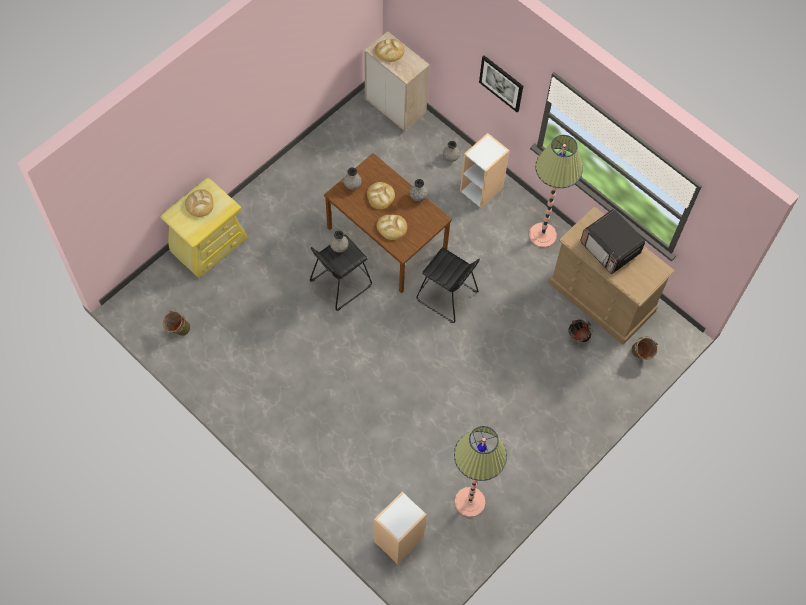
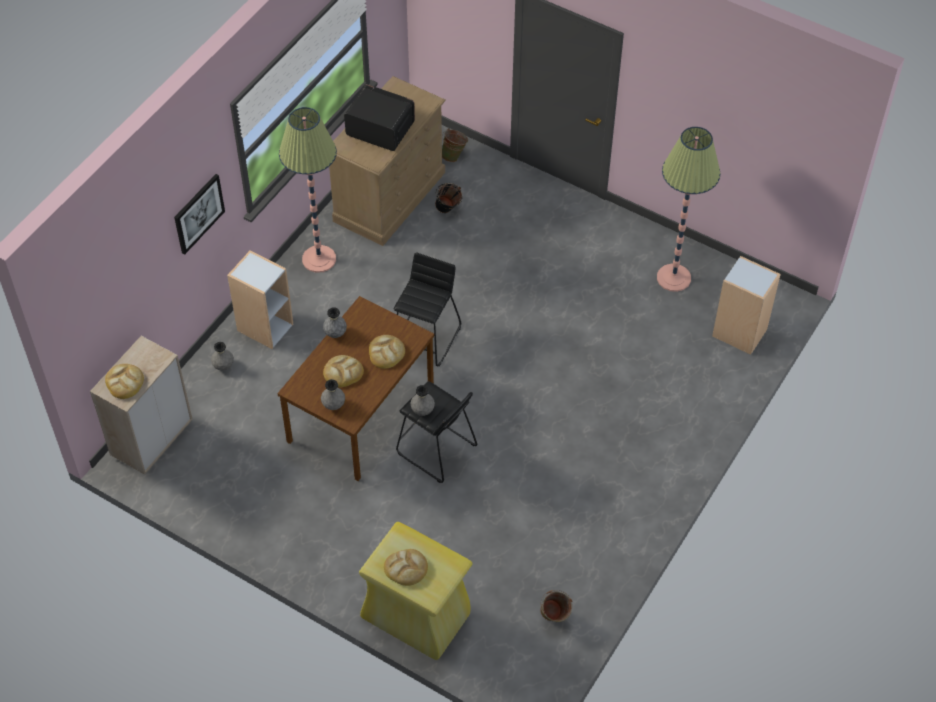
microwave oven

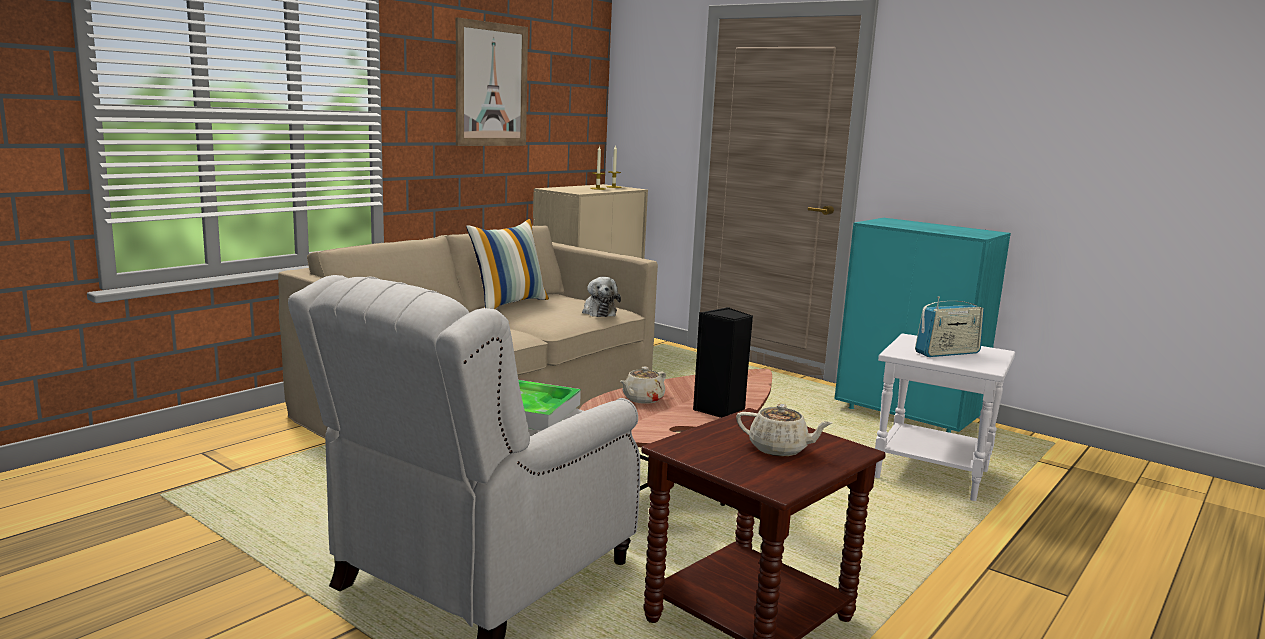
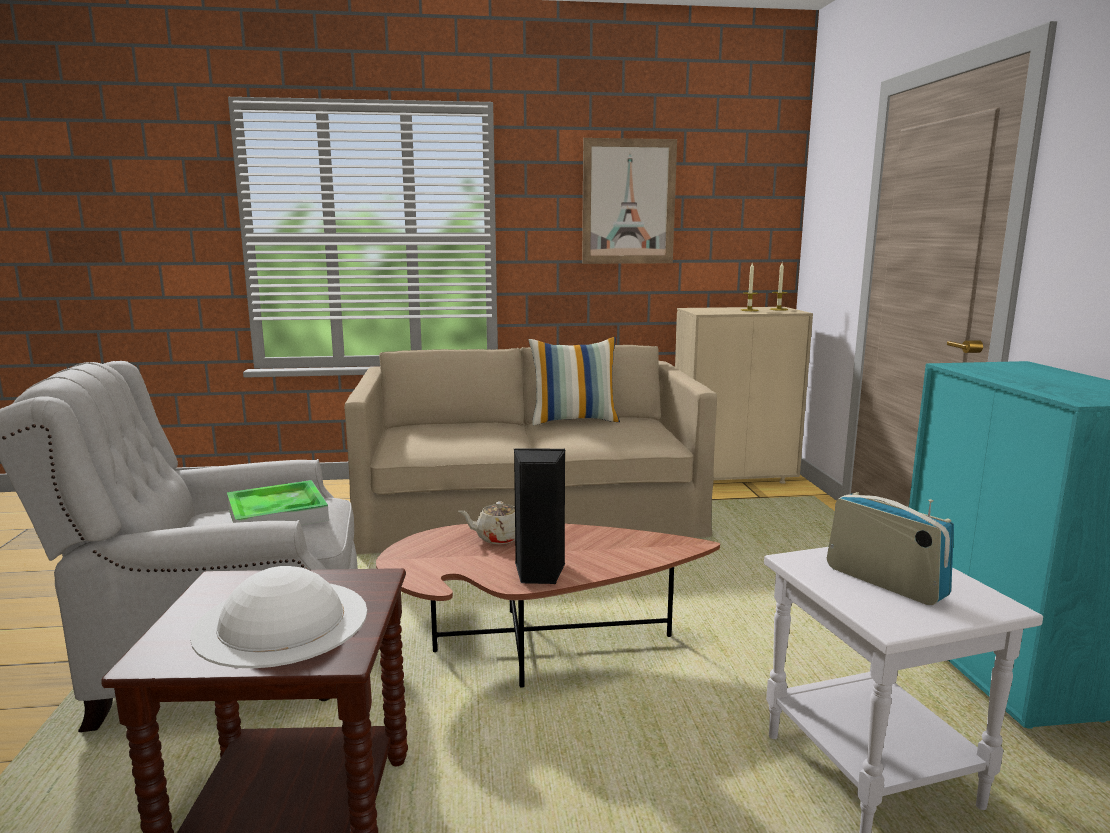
cuddly toy
radio
white hat

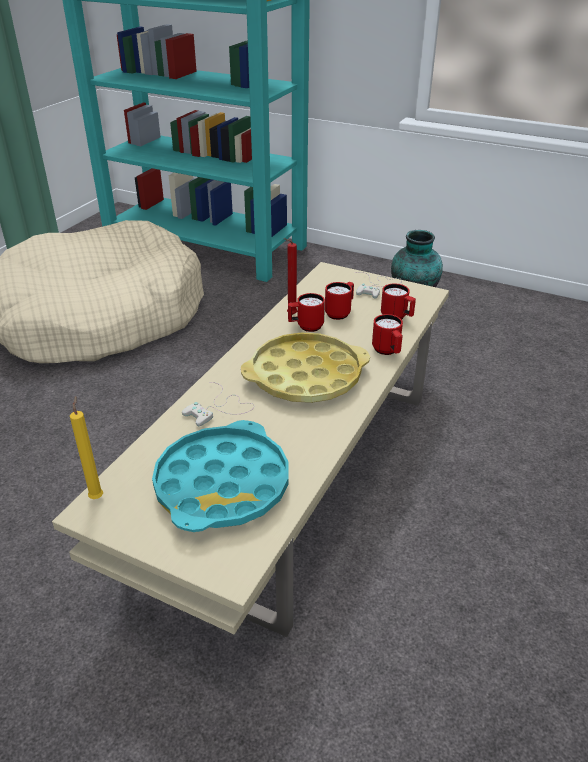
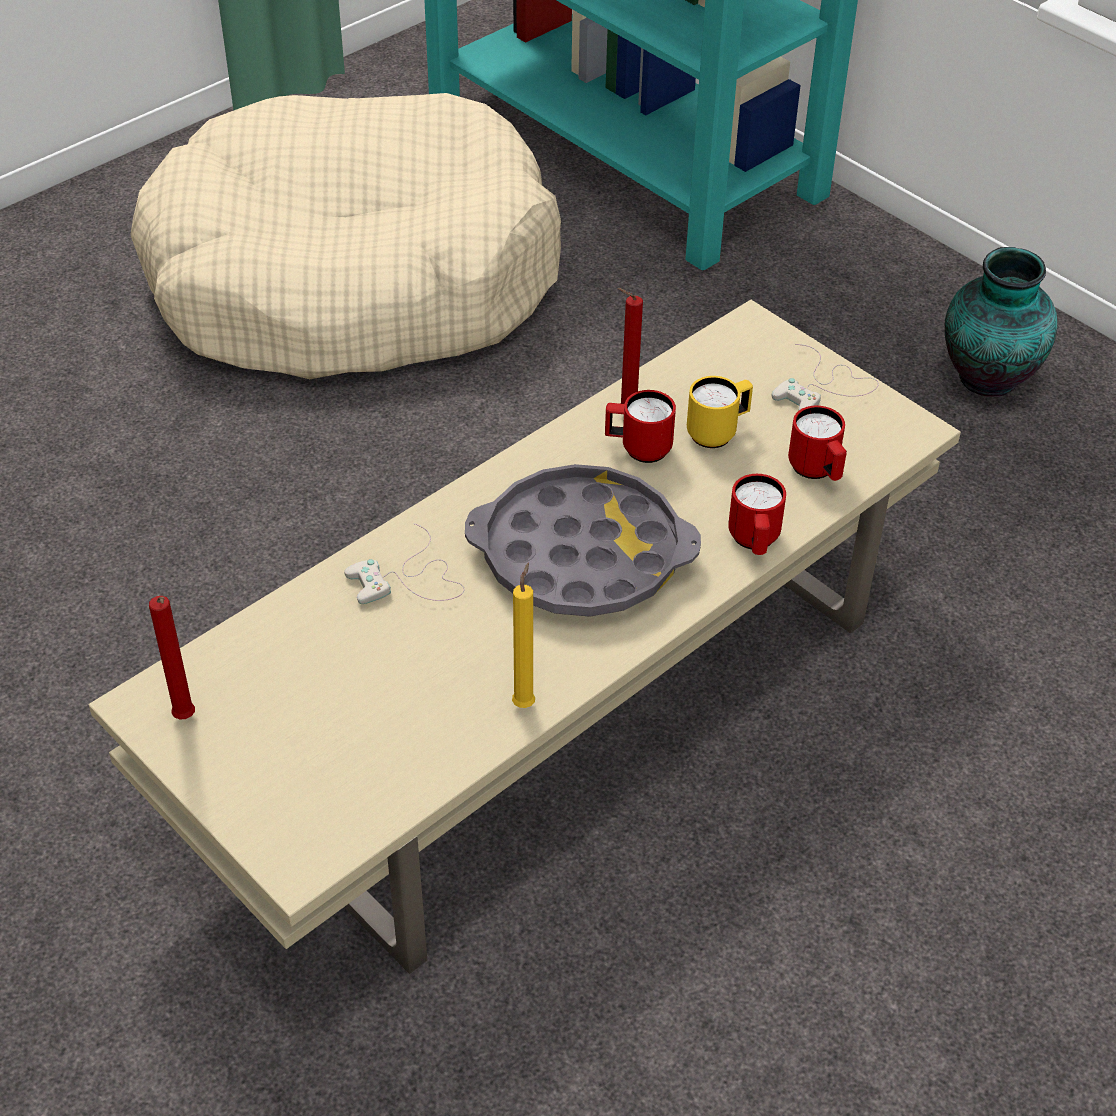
yellow coffee mug
grey serving tray
yellow wax light
blue-green serving tray
red wax light (1st from left)

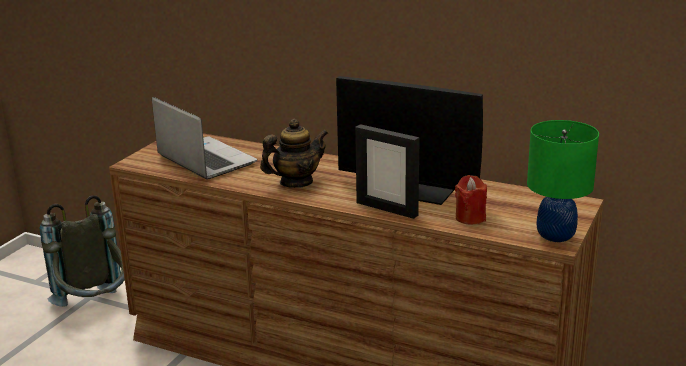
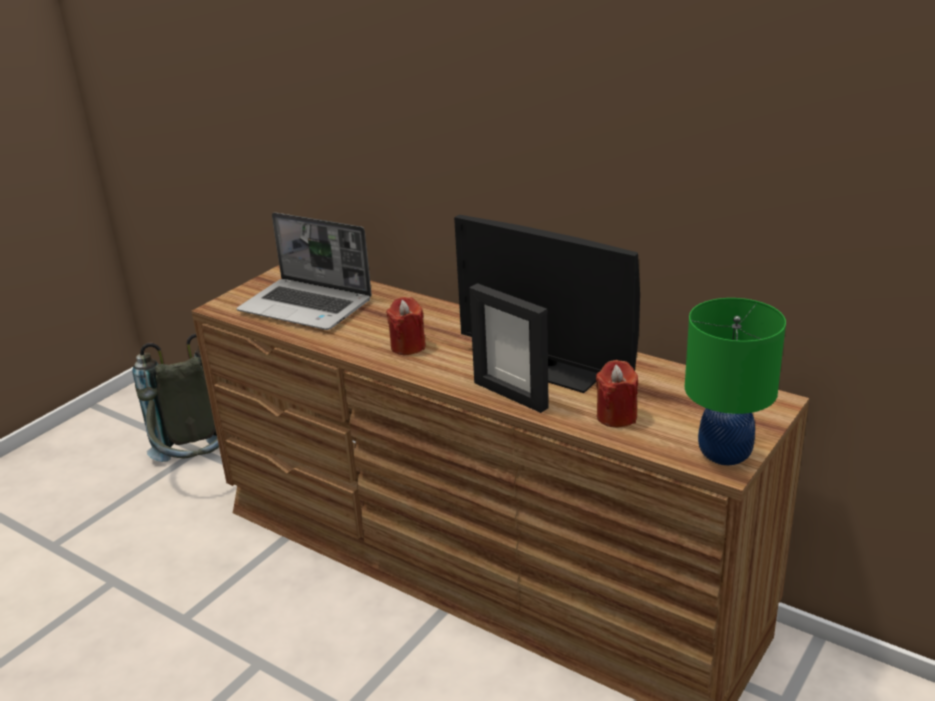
notebook computer
red wax light (1st from left)

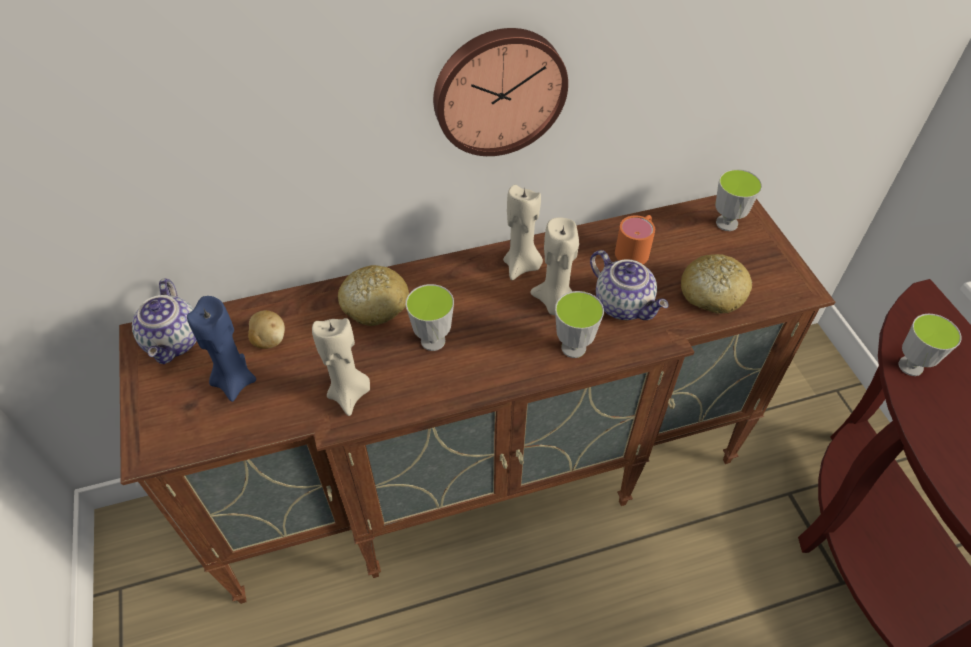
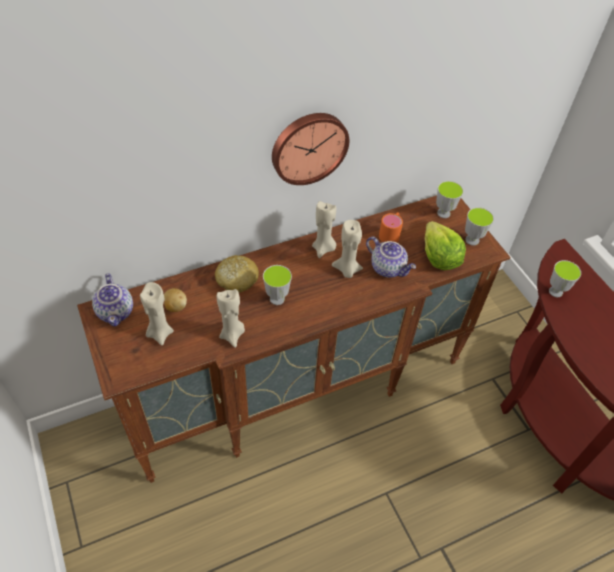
head of lettuce
drinking cup (3rd from left)
beige-coloured wax light (1st from left)

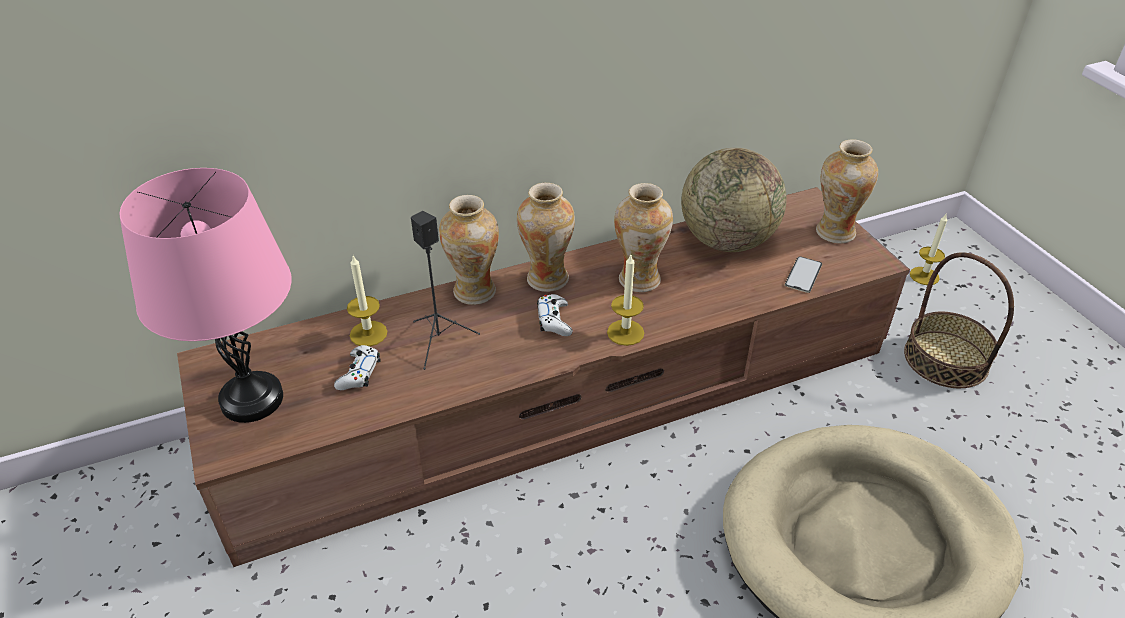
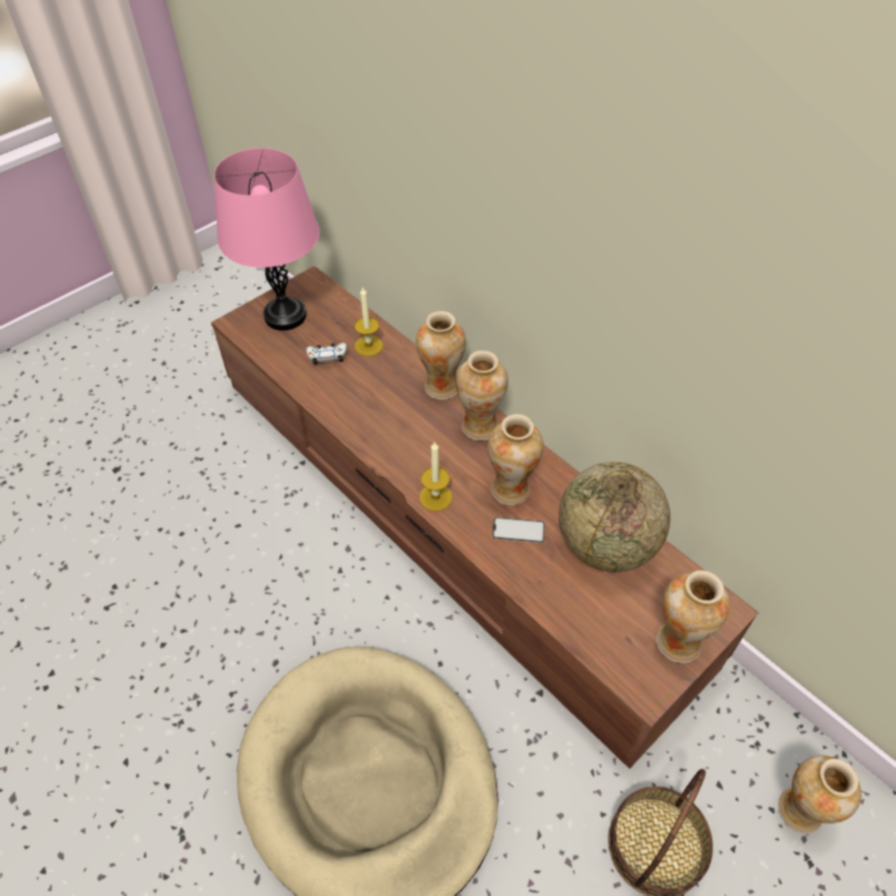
black loudspeaker
flower vase (5th from left)
phone
white gamepad (2nd from left in the first image)

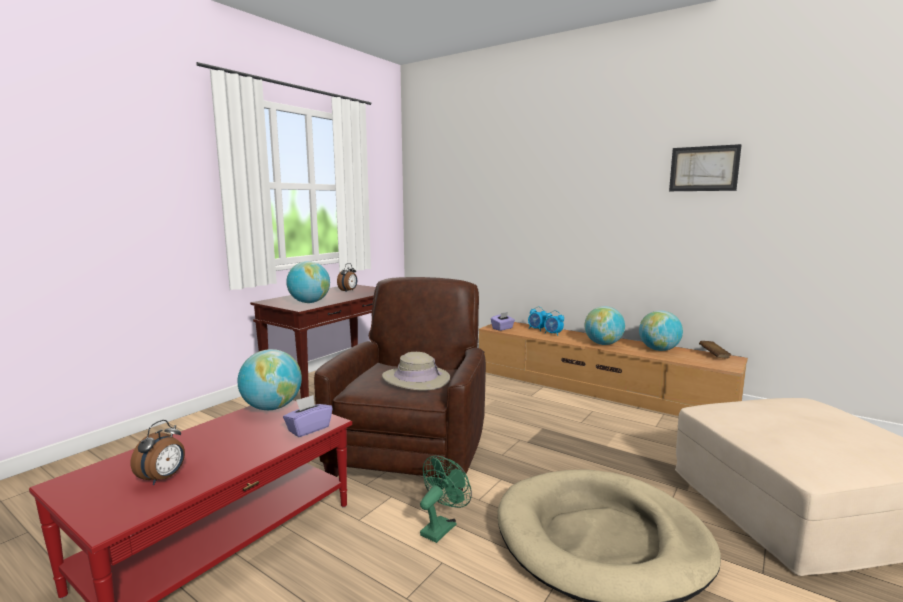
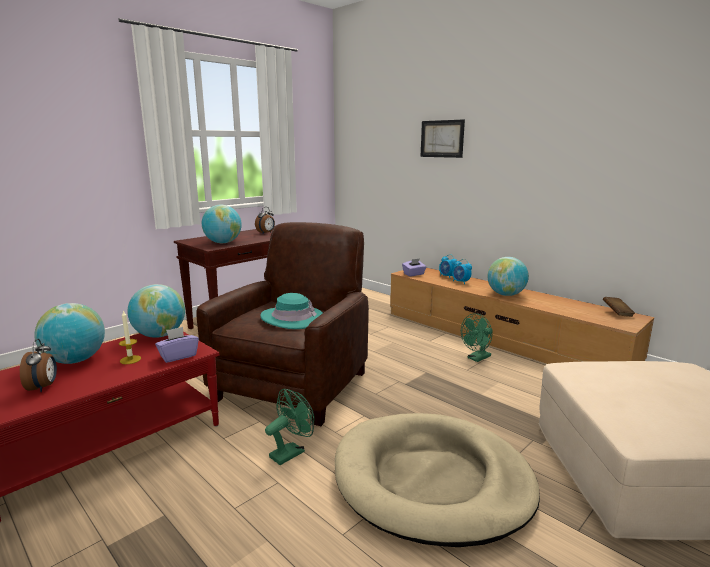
wall picture
desk globe (1st from left)
blue-green hat
alarm clock (1st from left)
wax light
green-coloured electric fan (2nd from left)

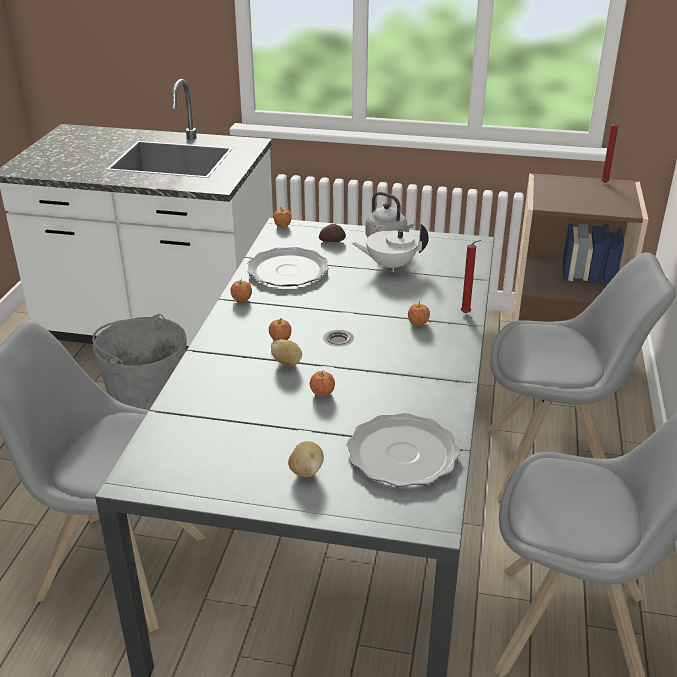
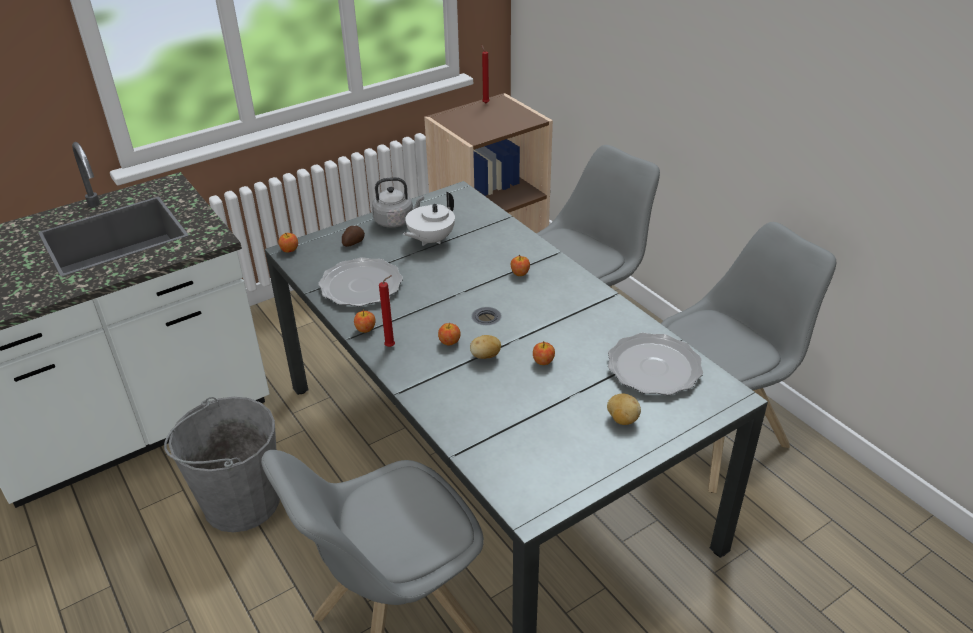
red wax light (1st from left)

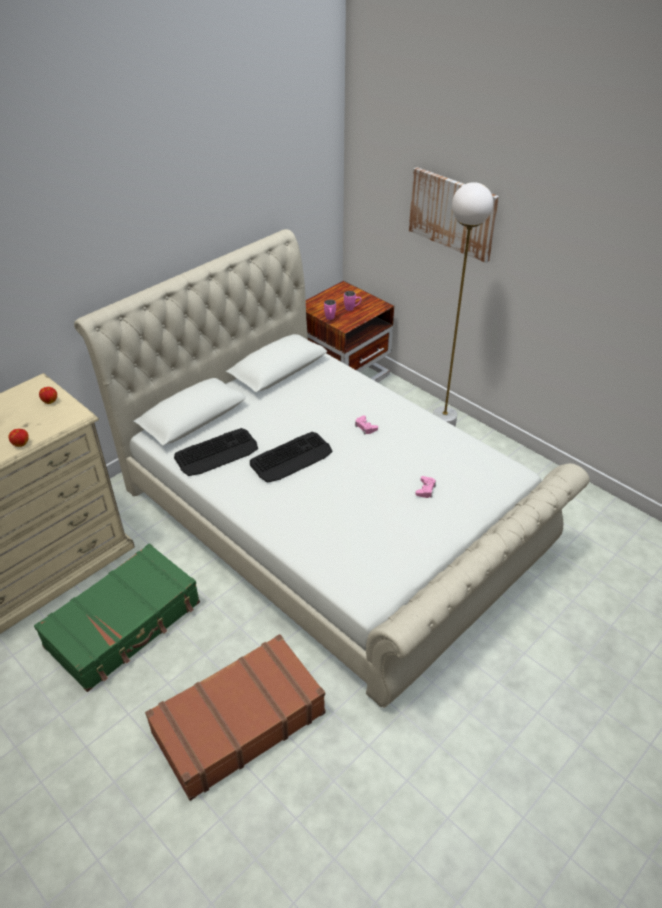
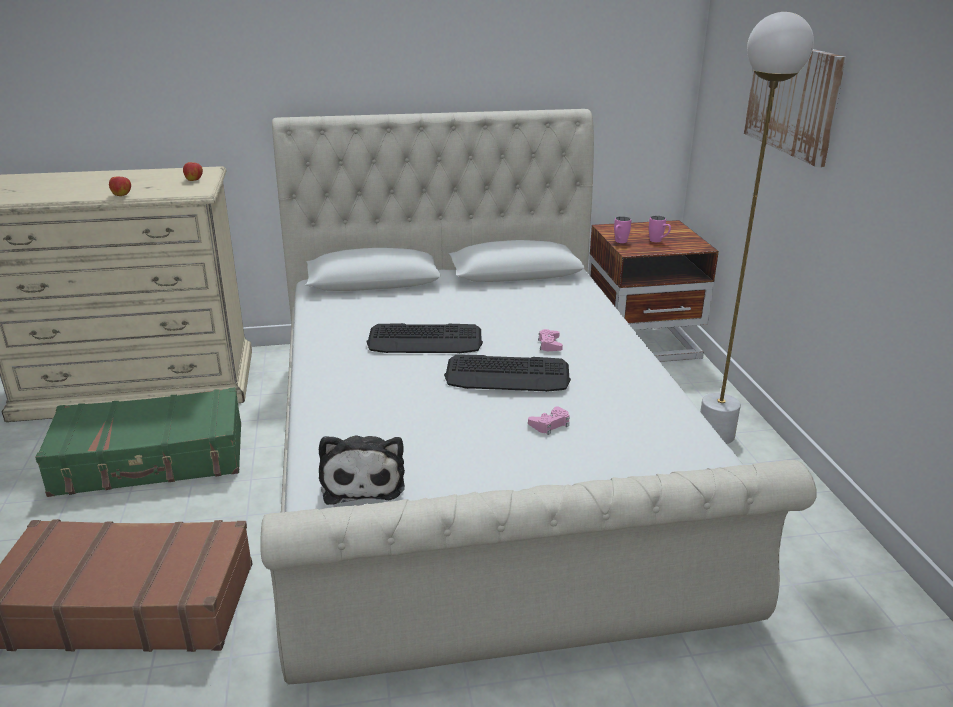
computer keyboard (2nd from left)
cuddly toy

